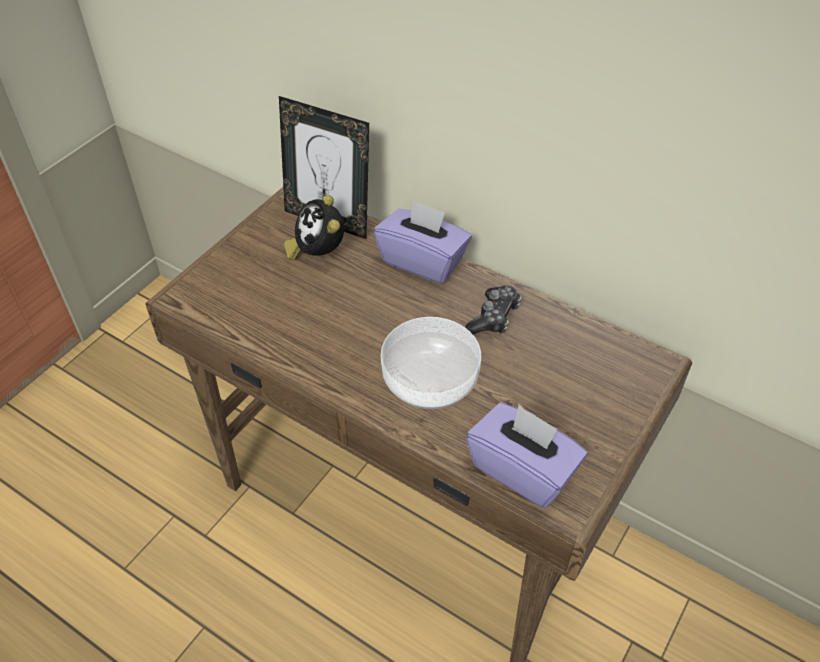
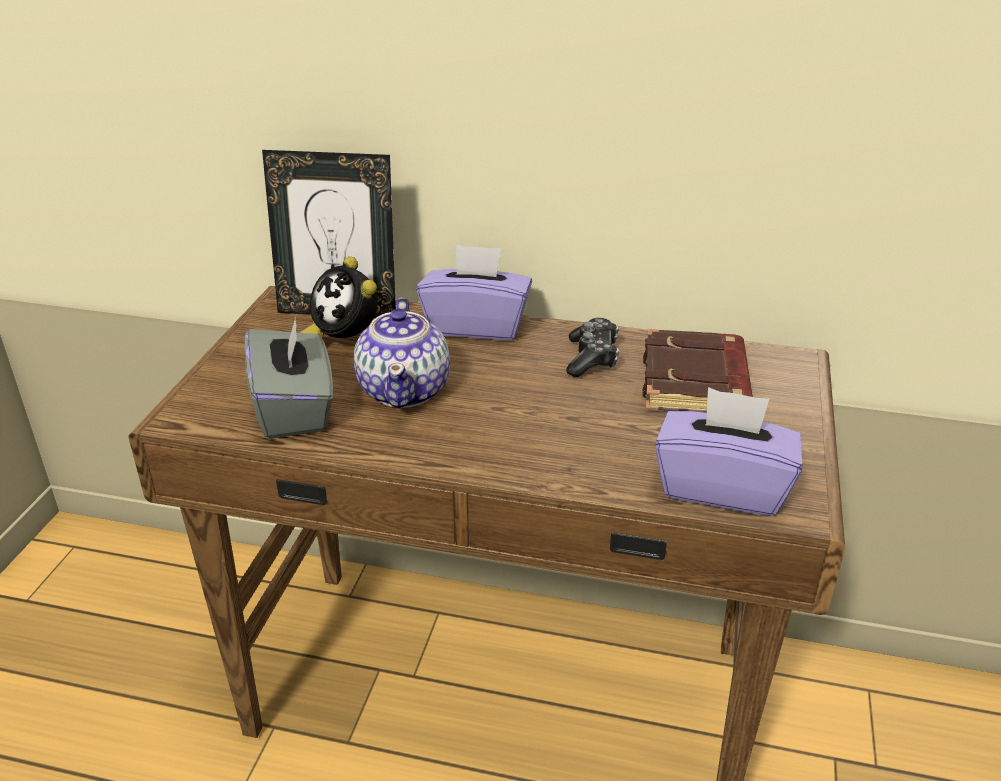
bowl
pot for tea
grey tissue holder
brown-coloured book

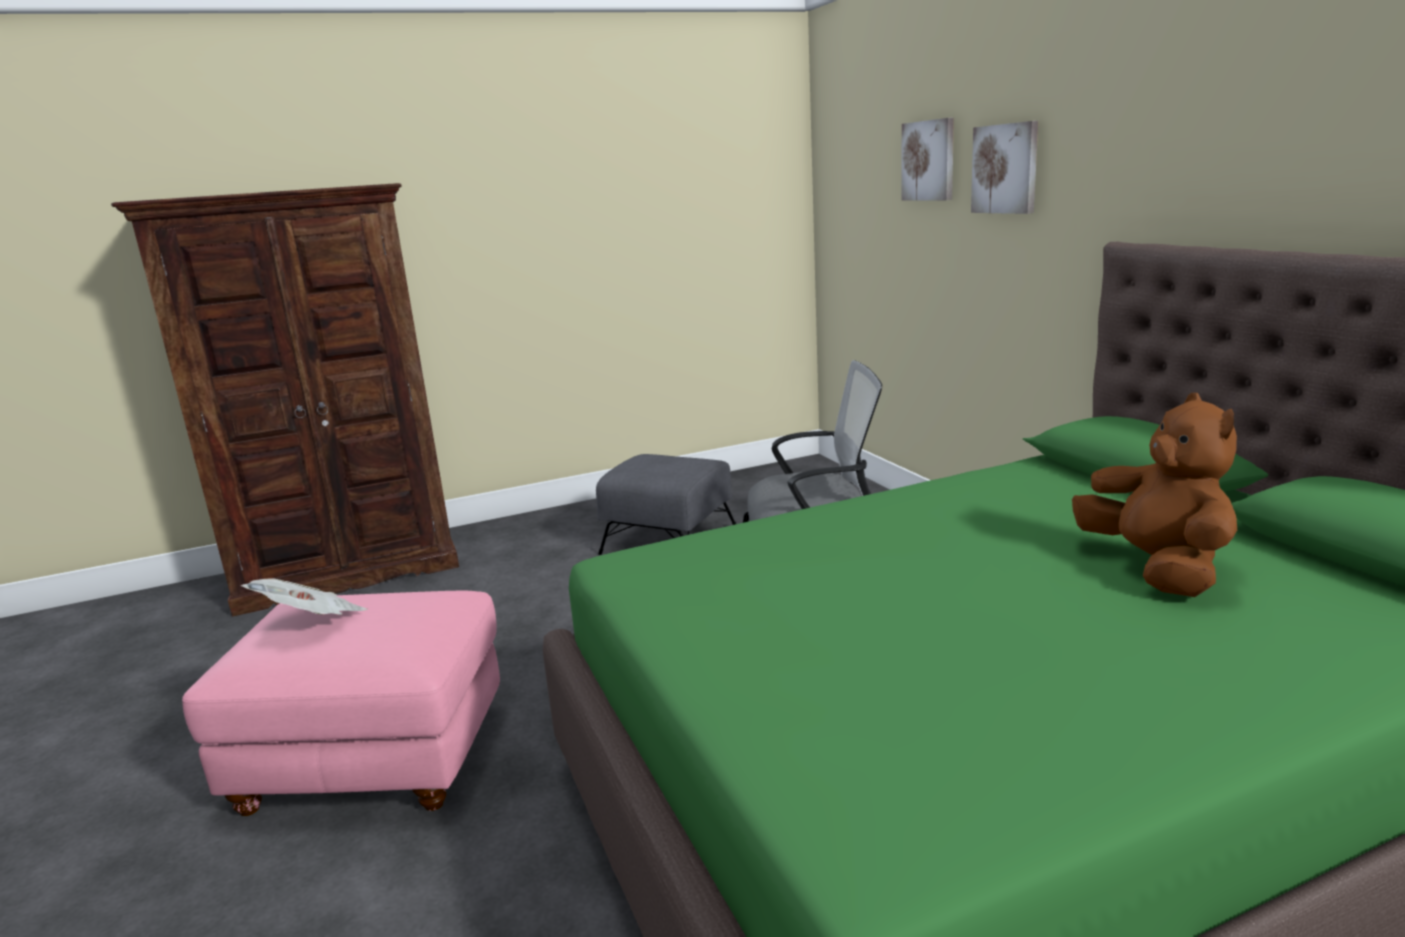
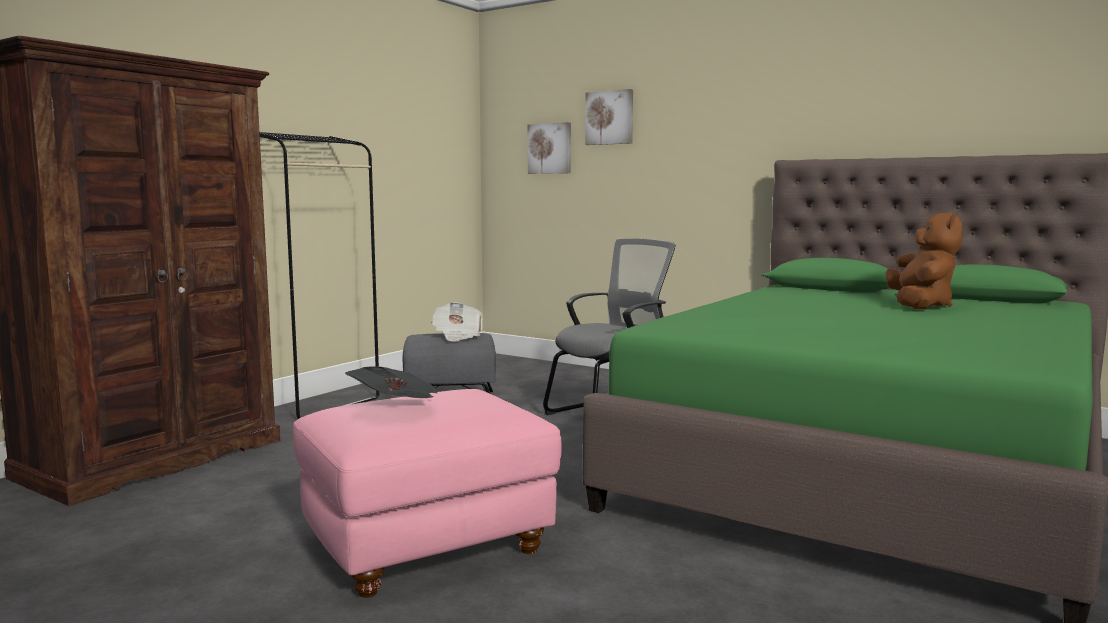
wall picture (1st from left)
brown-coloured cuddly toy
black garment rack
daily paper (2nd from left)

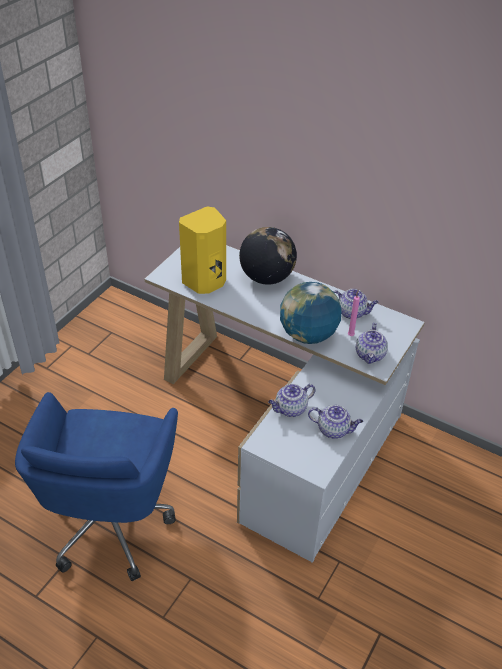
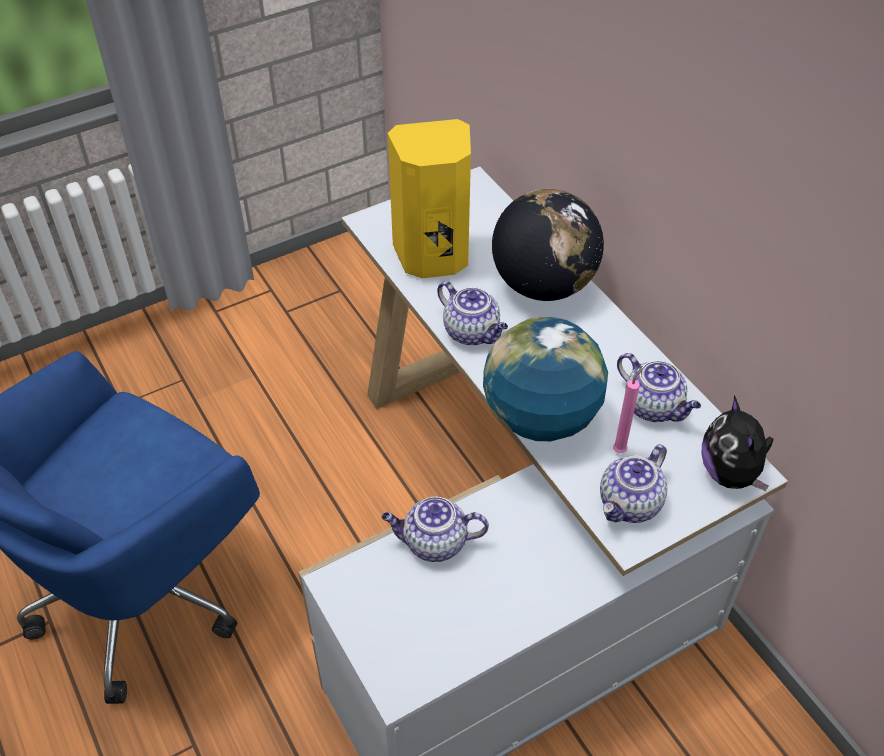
pot for tea (2nd from left)
cuddly toy

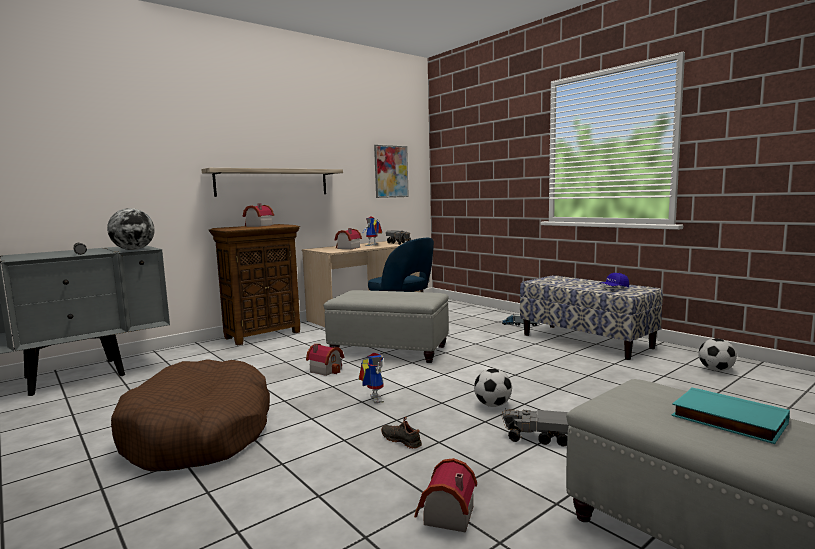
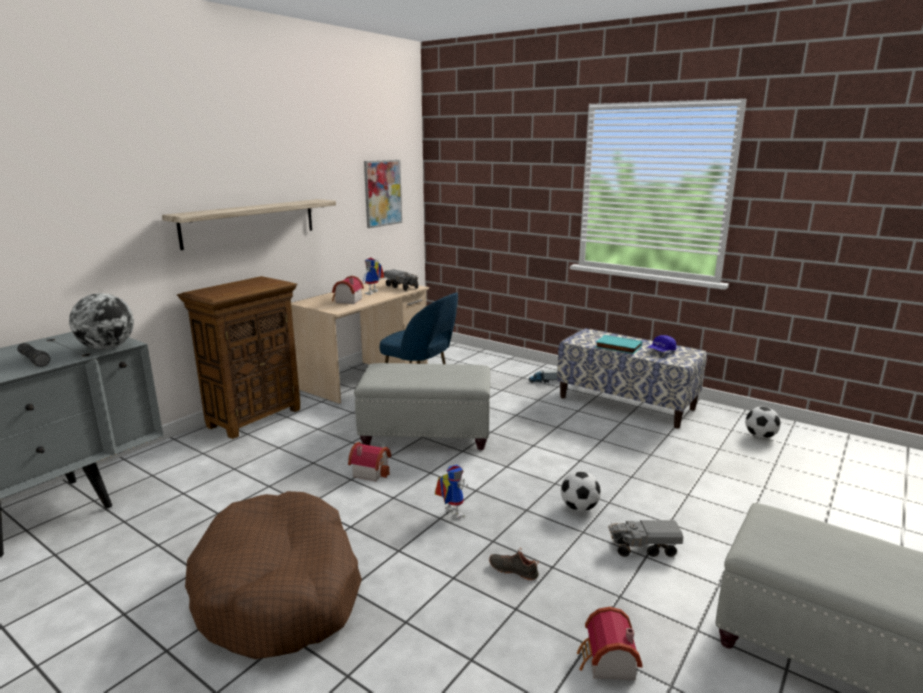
model house (1st from left in the first image)
blue-green book

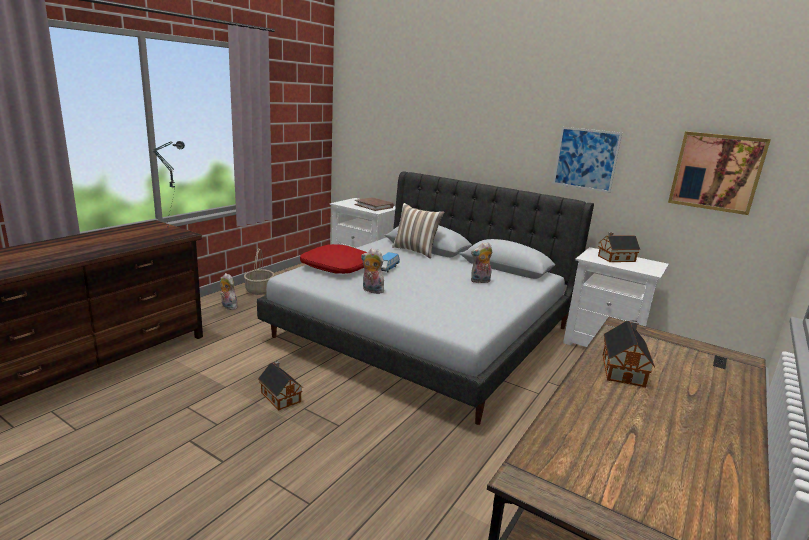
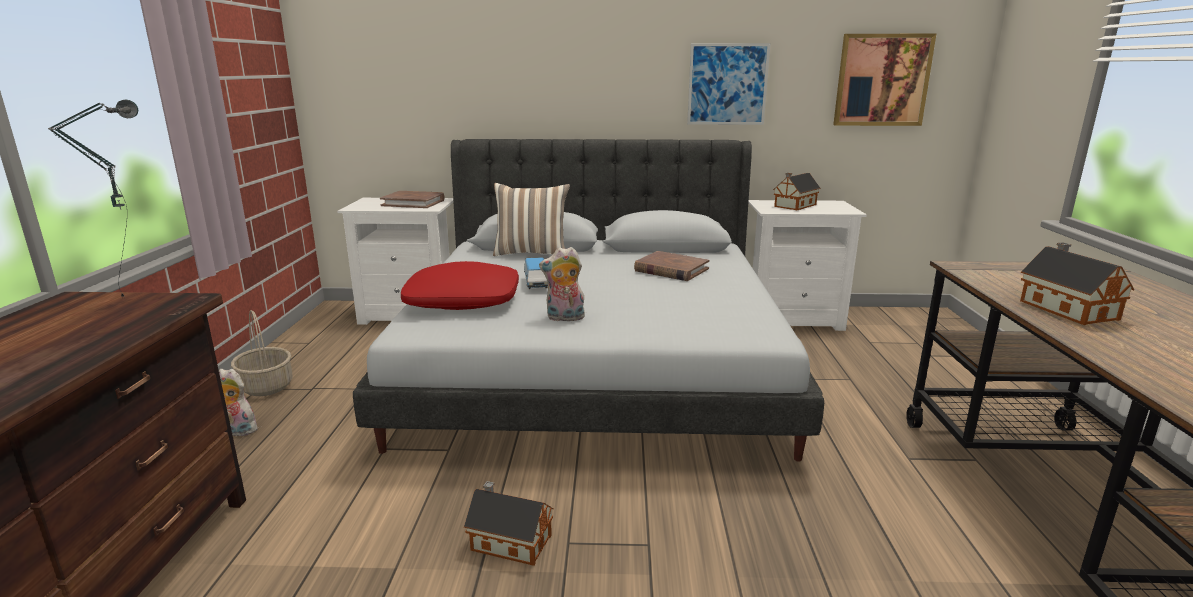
brown-coloured book (2nd from left)

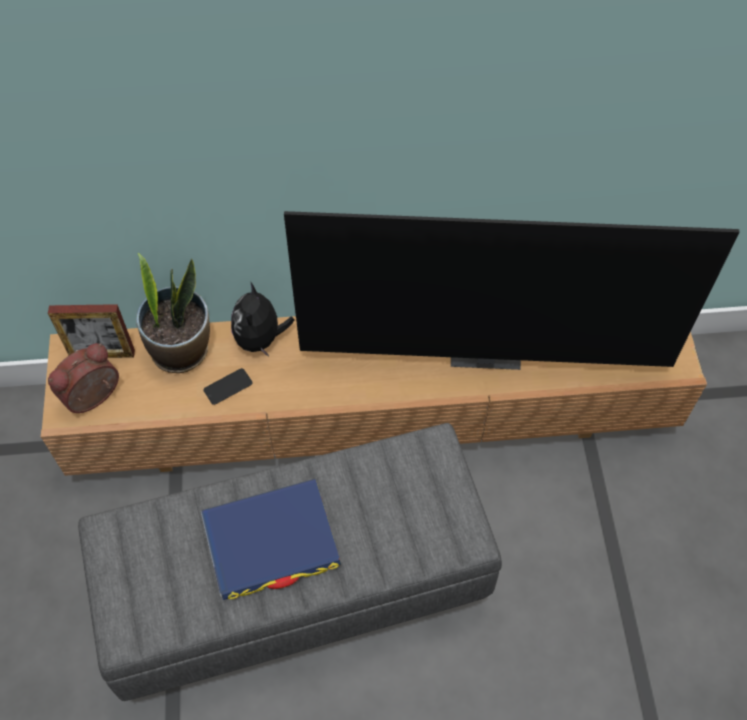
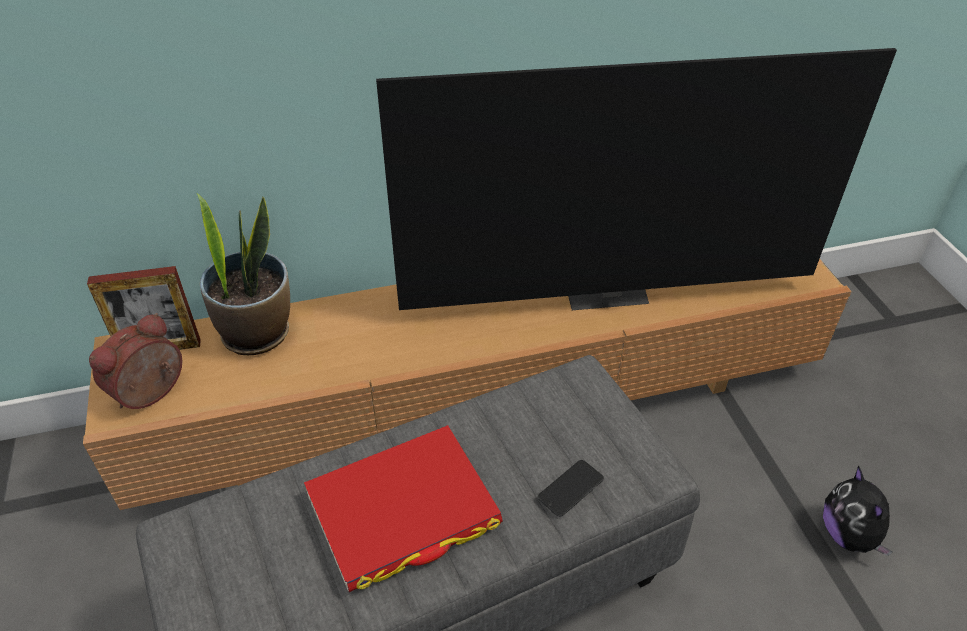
cuddly toy
phone
red book

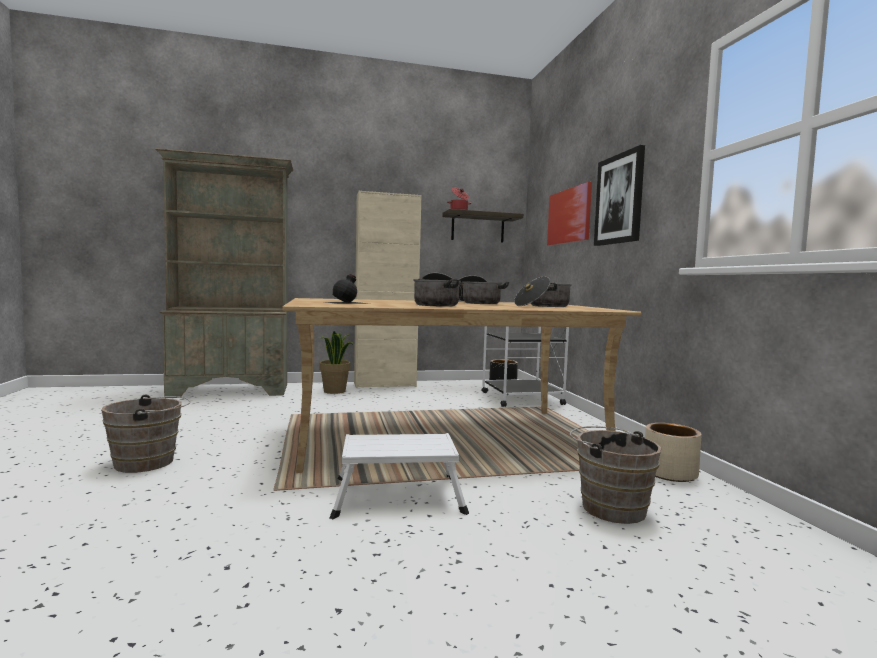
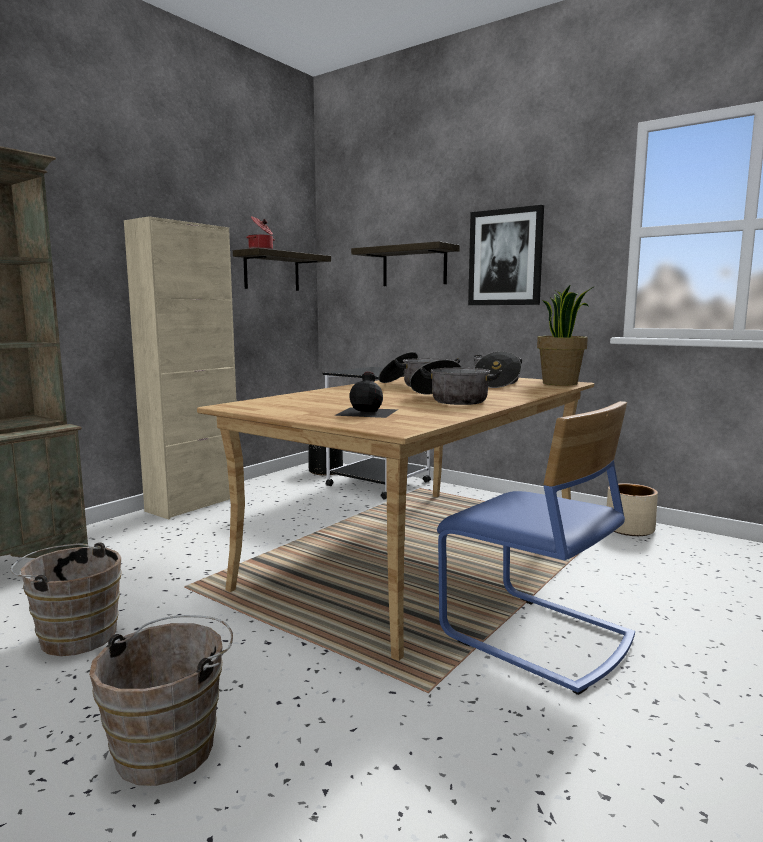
shelf (2nd from left)
plant in a pot
brown-coloured water bucket (1st from left)
bluish plain chair

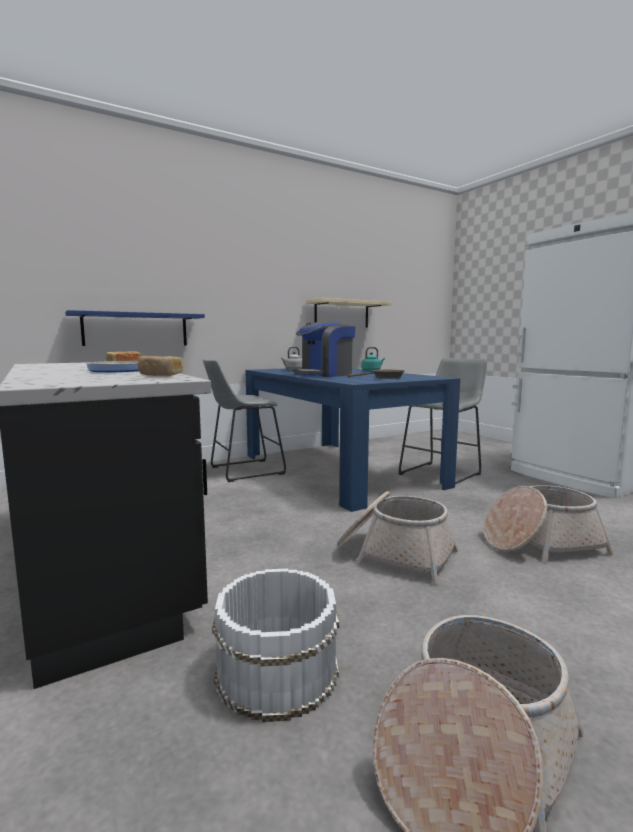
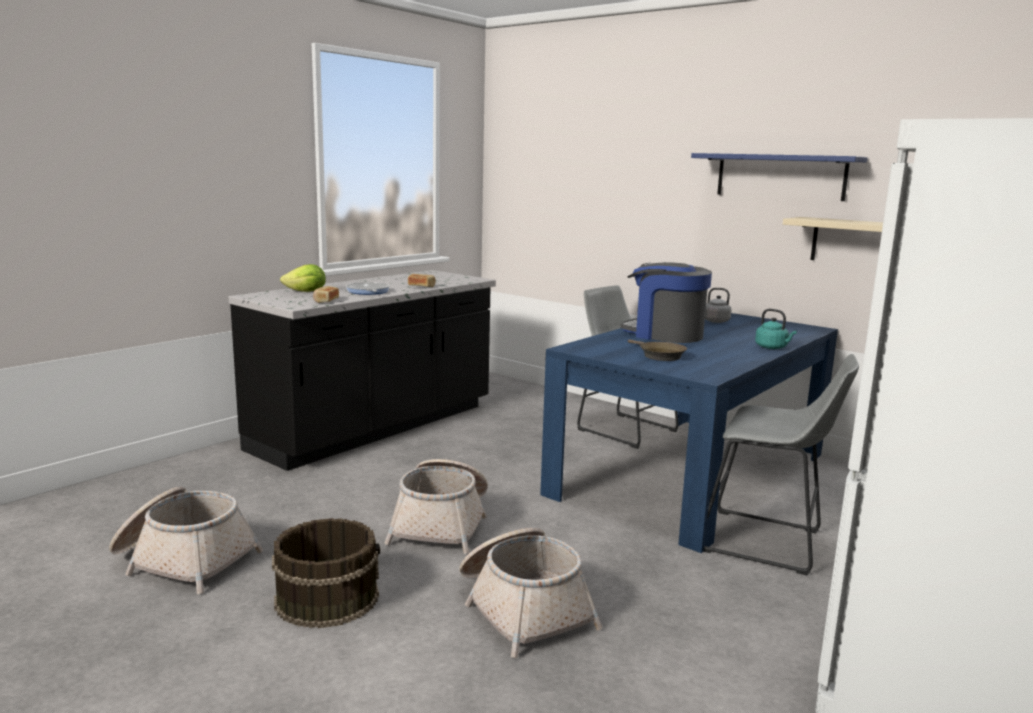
bluish shelf
white water bucket
head of lettuce
brown-coloured water bucket

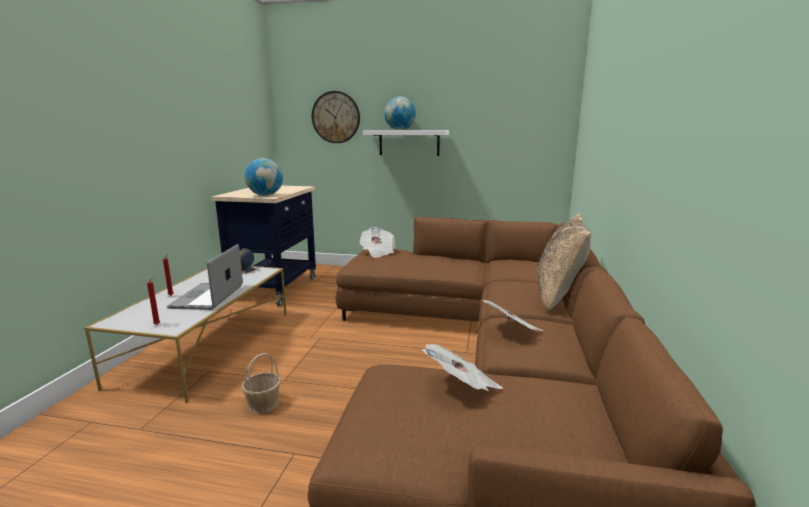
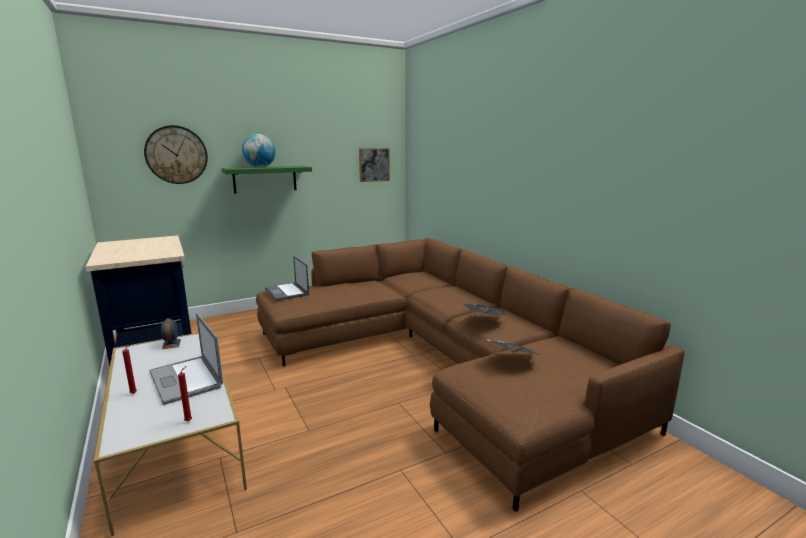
green-coloured shelf
desk globe (1st from left in the first image)
beige-coloured throw pillow
notebook computer (2nd from left)
household basket
wall picture

